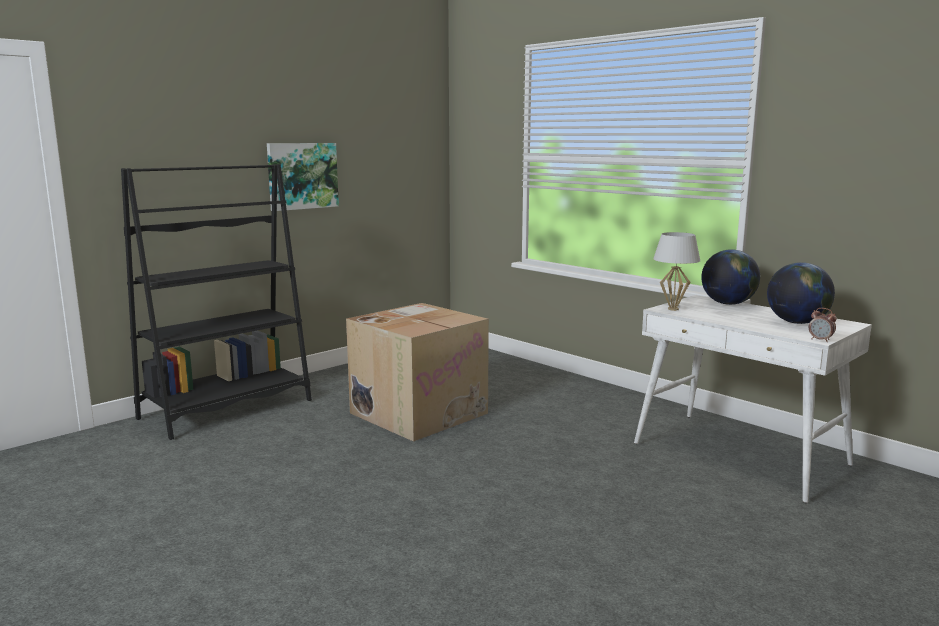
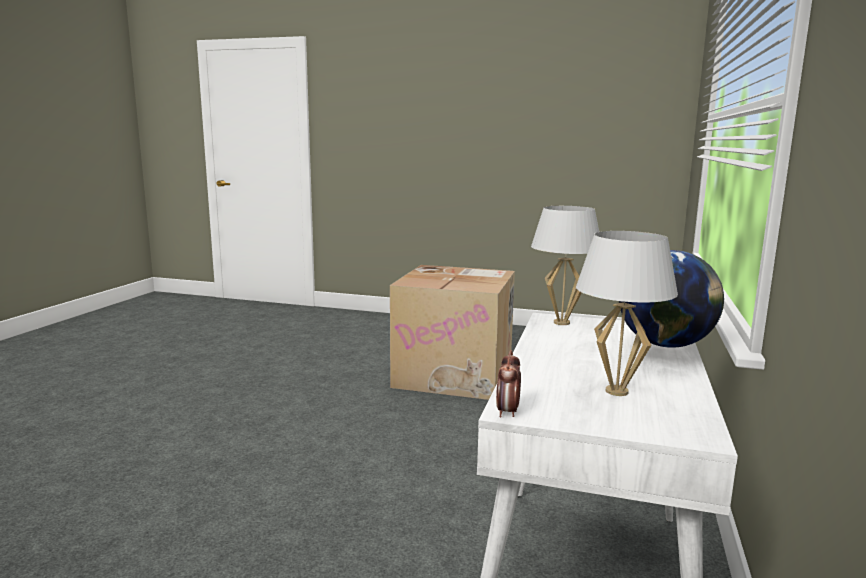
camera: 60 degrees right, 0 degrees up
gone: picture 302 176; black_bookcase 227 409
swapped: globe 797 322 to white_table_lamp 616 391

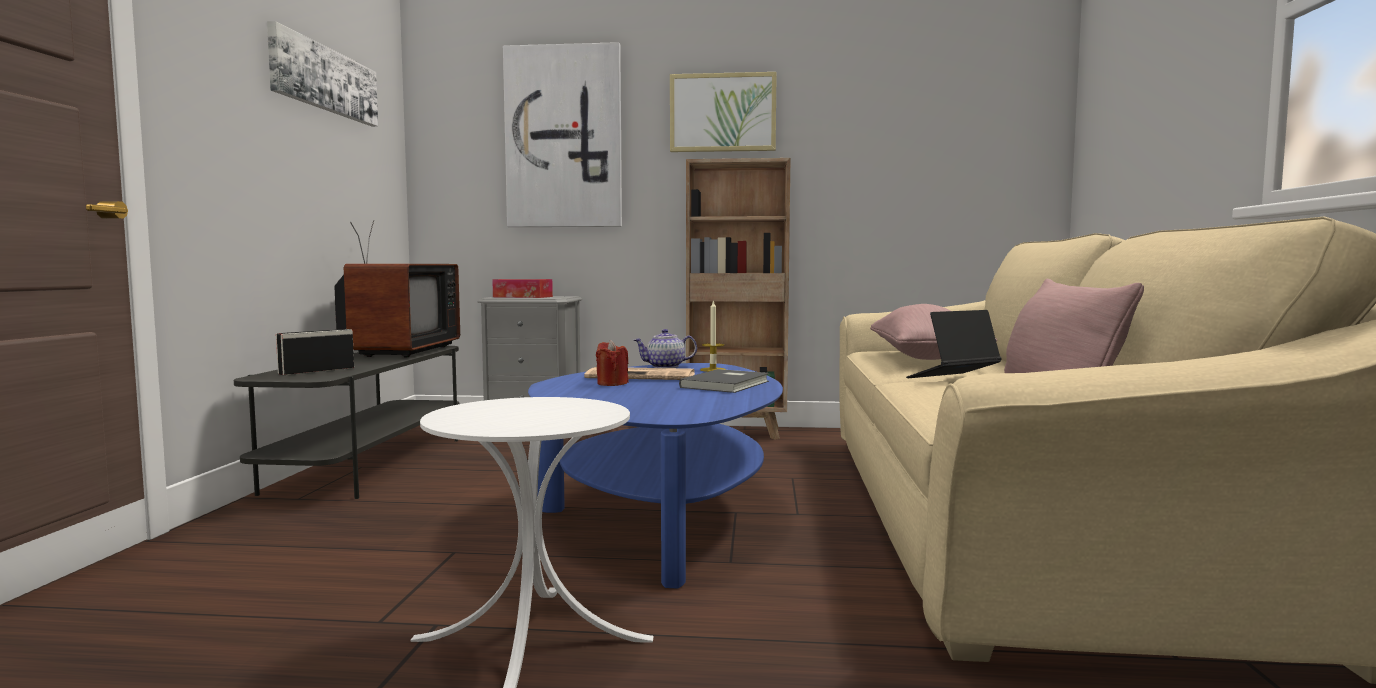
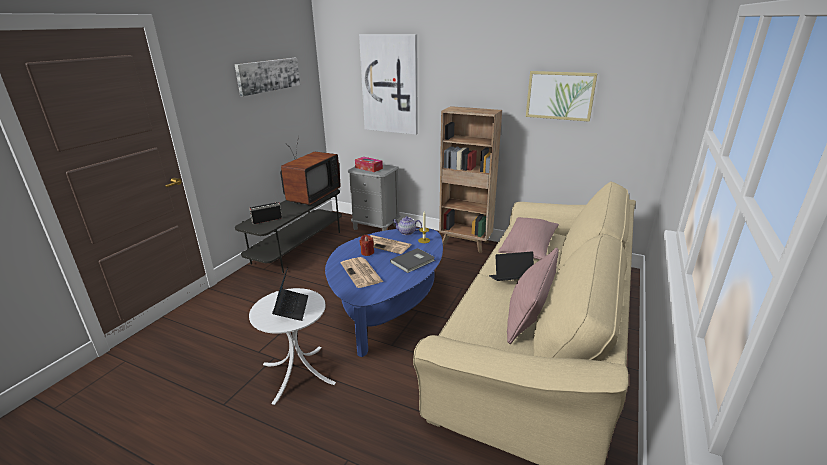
camera: 20 degrees right, 20 degrees up
new: newspaper 362 273; laptop 291 308
shifted: picture 722 113 to 560 95

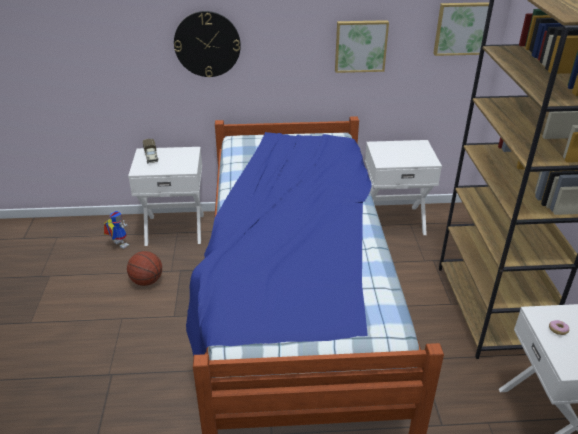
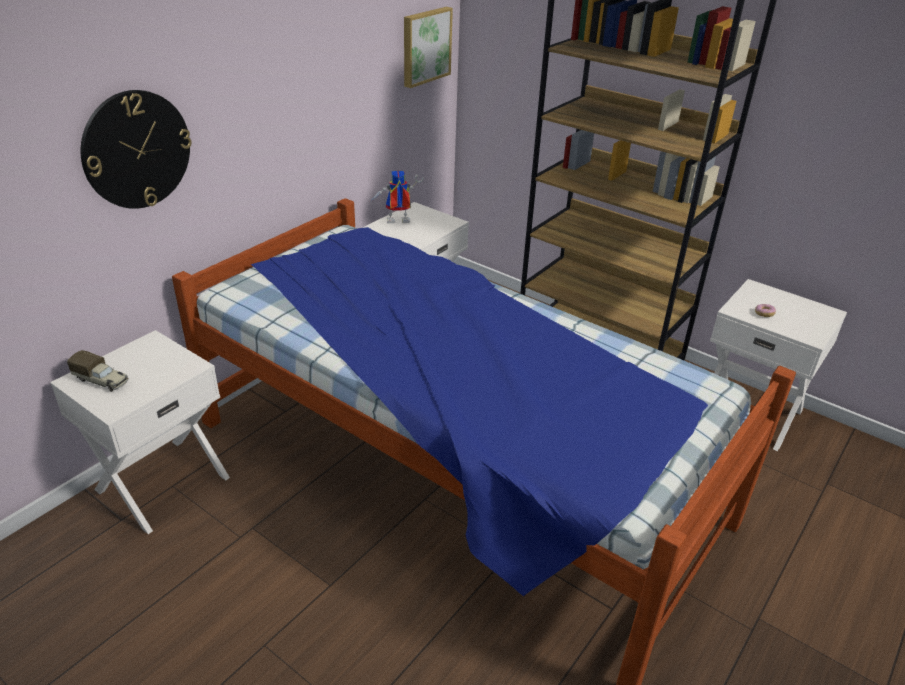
camera: 50 degrees left, 0 degrees up
gone: picture 360 46; basketball 147 281
shifted: toy_robot 118 244 to 396 223

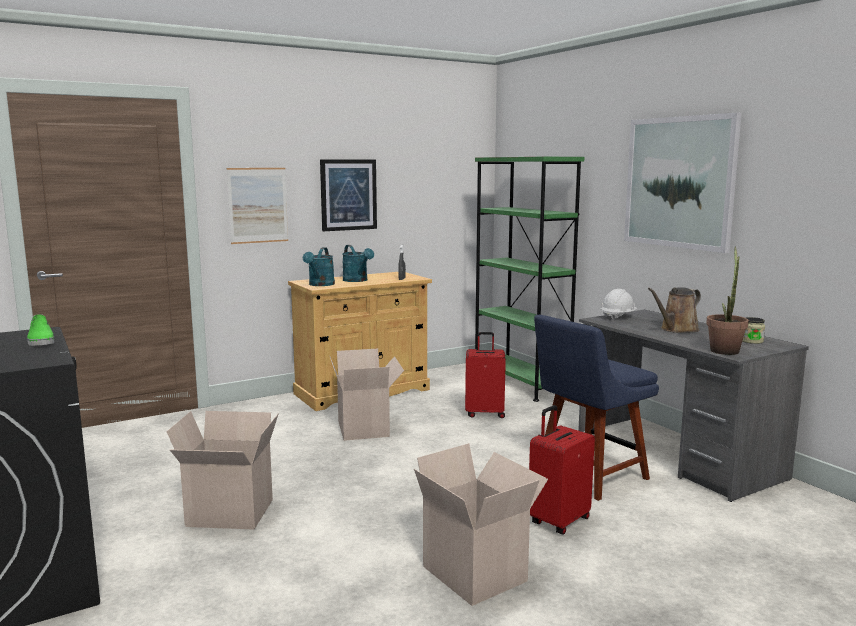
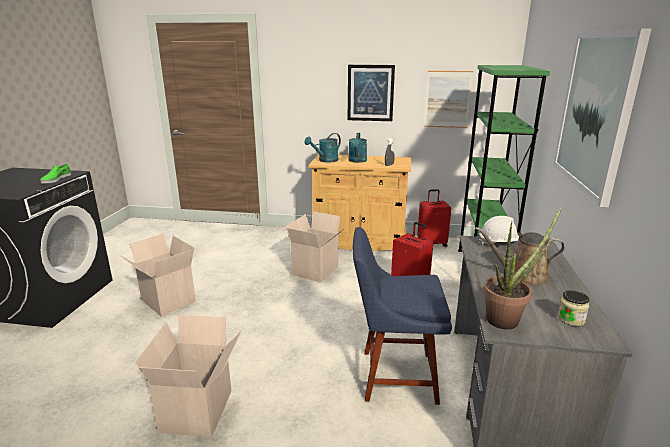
camera: 40 degrees right, 10 degrees up
shifted: picture 258 205 to 447 99; red_suitcase 558 521 to 432 244

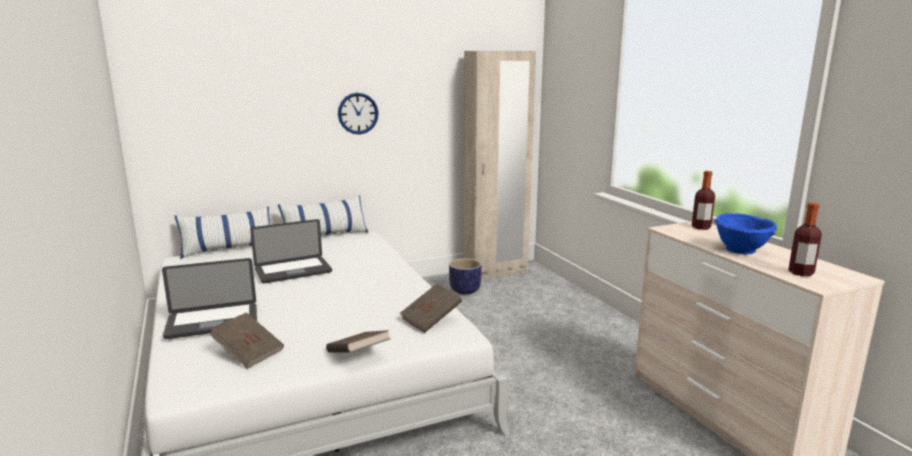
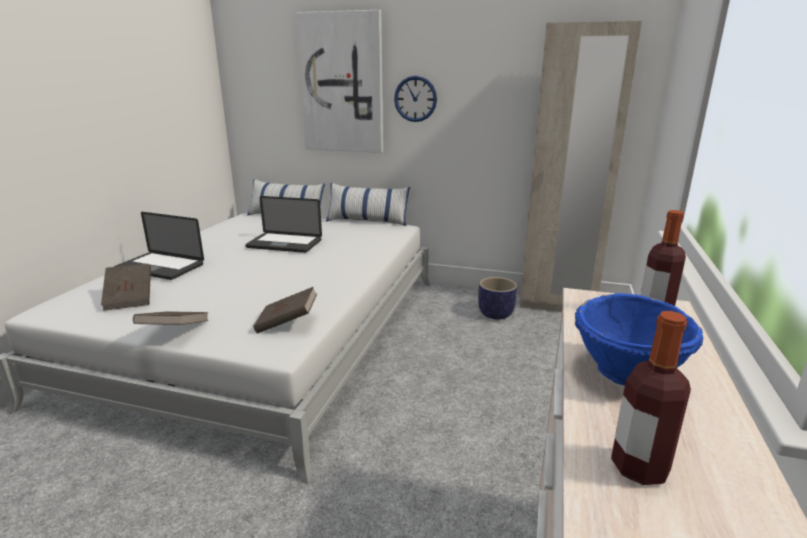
camera: 40 degrees right, 5 degrees up
new: picture 342 84

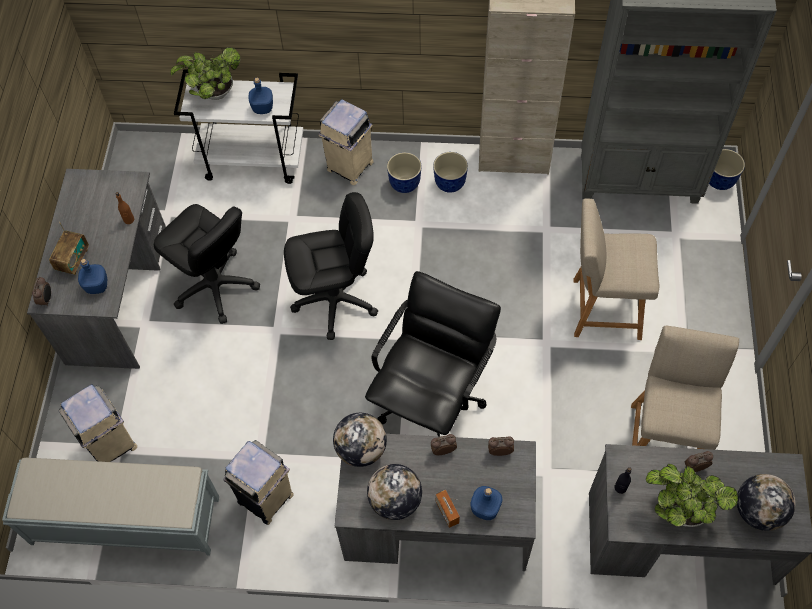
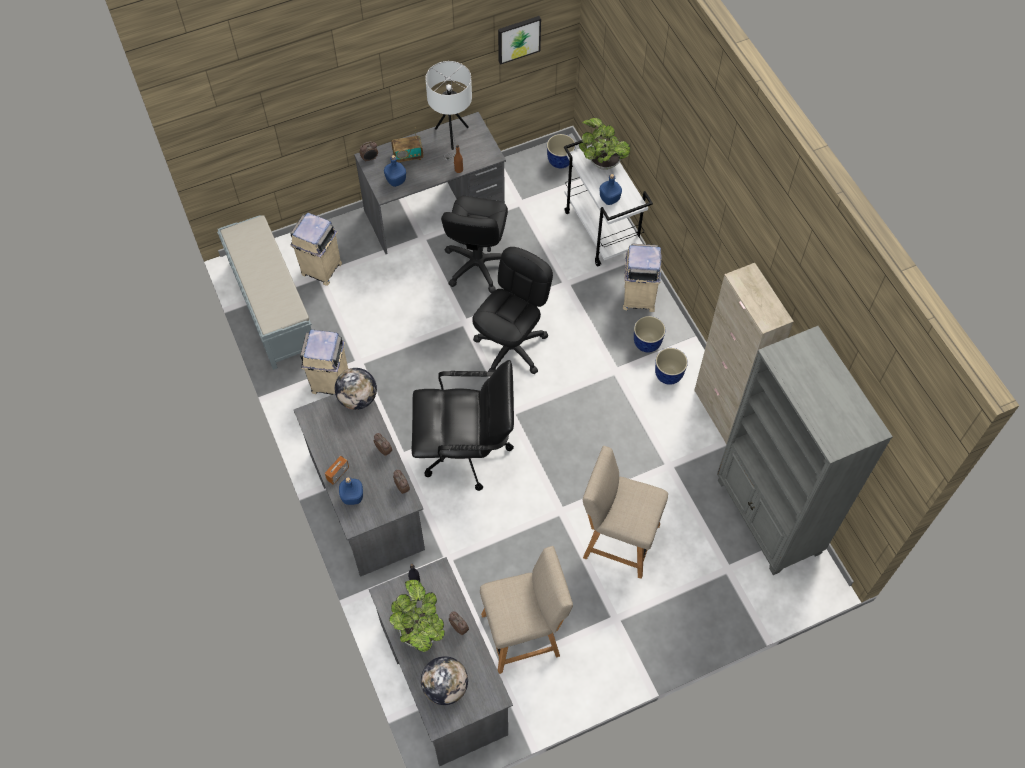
camera: 60 degrees right, 0 degrees up
gone: globe 395 501
new: picture 518 38; white_table_lamp 451 137
shifted: planter 720 180 to 560 161
rotated: black_office_chair 335 301 = 511 347 105 degrees counterclockwise; beige_chair 602 308 = 617 539 45 degrees counterclockwise

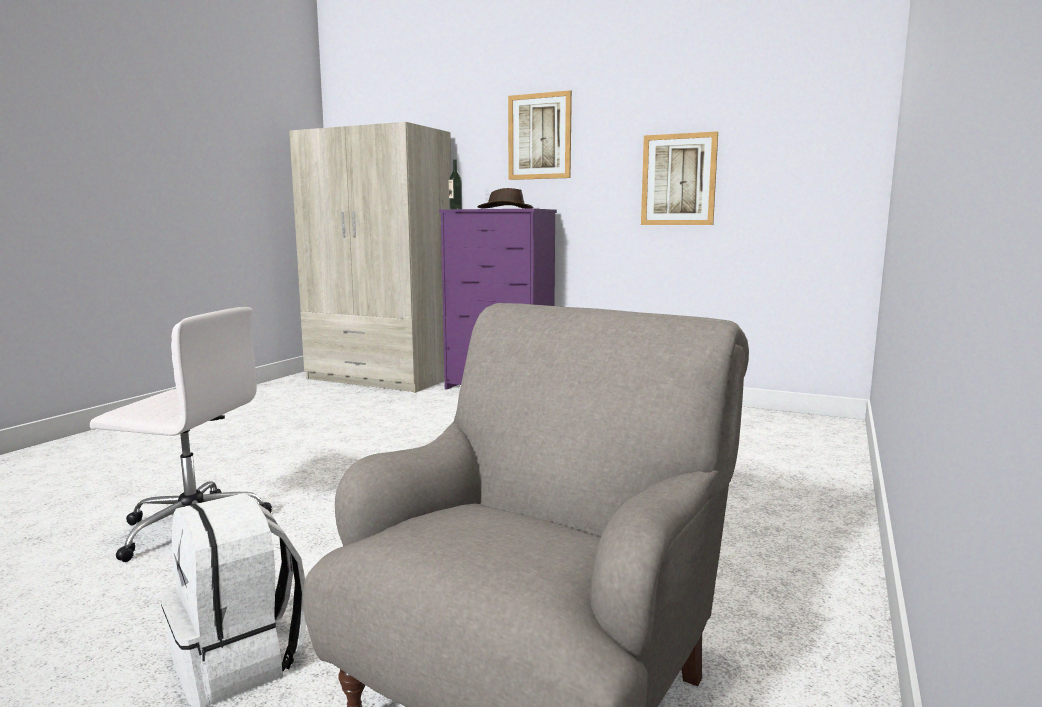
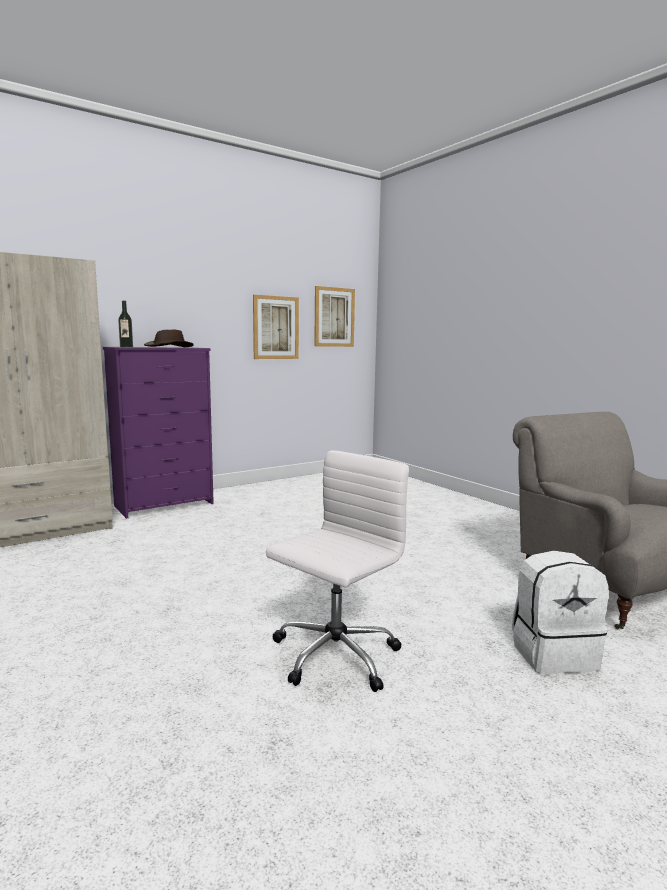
camera: 60 degrees left, 0 degrees up
shifted: picture 539 136 to 334 317

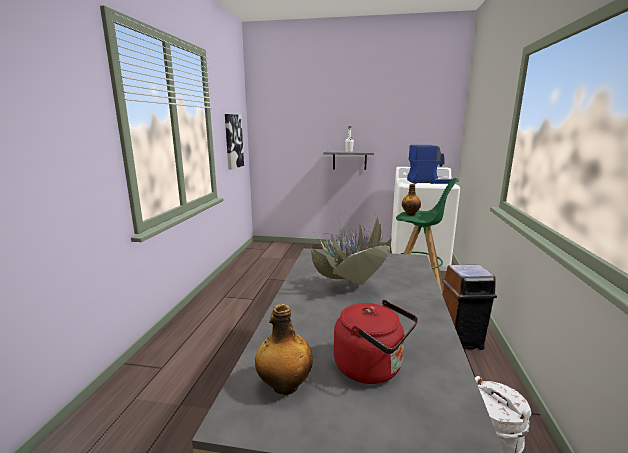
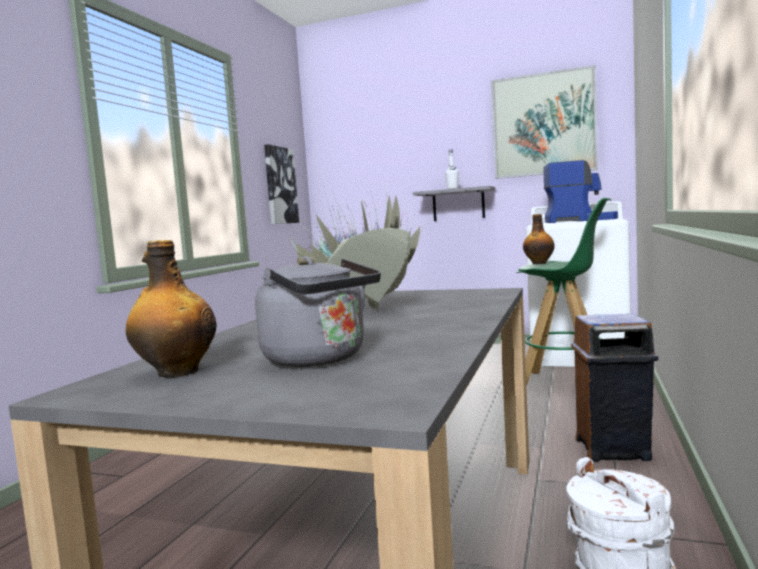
camera: 10 degrees right, 10 degrees down
new: picture 543 124
repainted: red_kettle 372 368 to grey_kettle 320 359

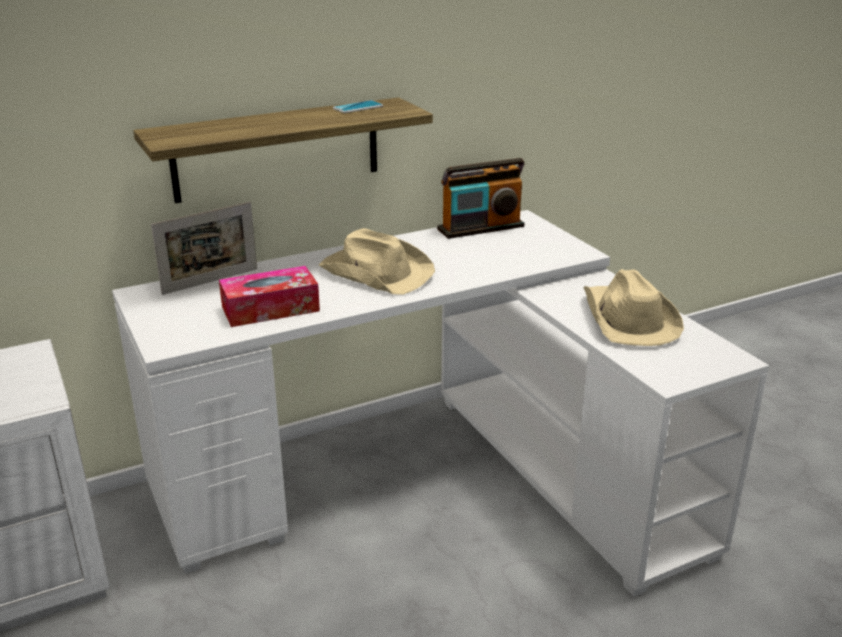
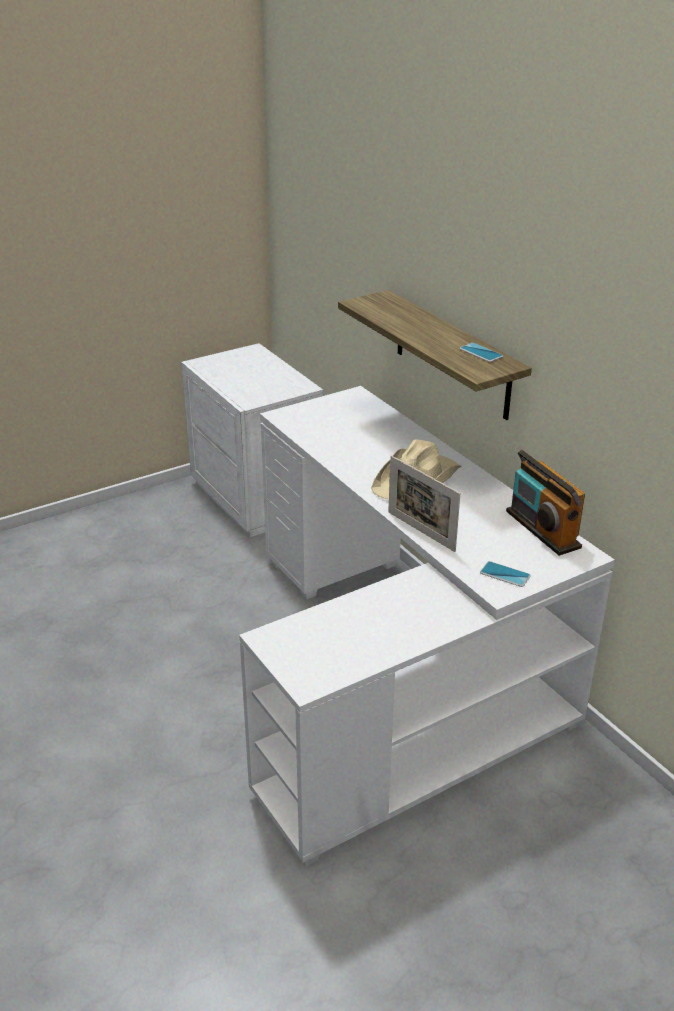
camera: 85 degrees right, 5 degrees up
gone: tissue_box 270 309; beige_hat 628 319
new: phone 505 574
shifted: picture_frame 210 281 to 421 531

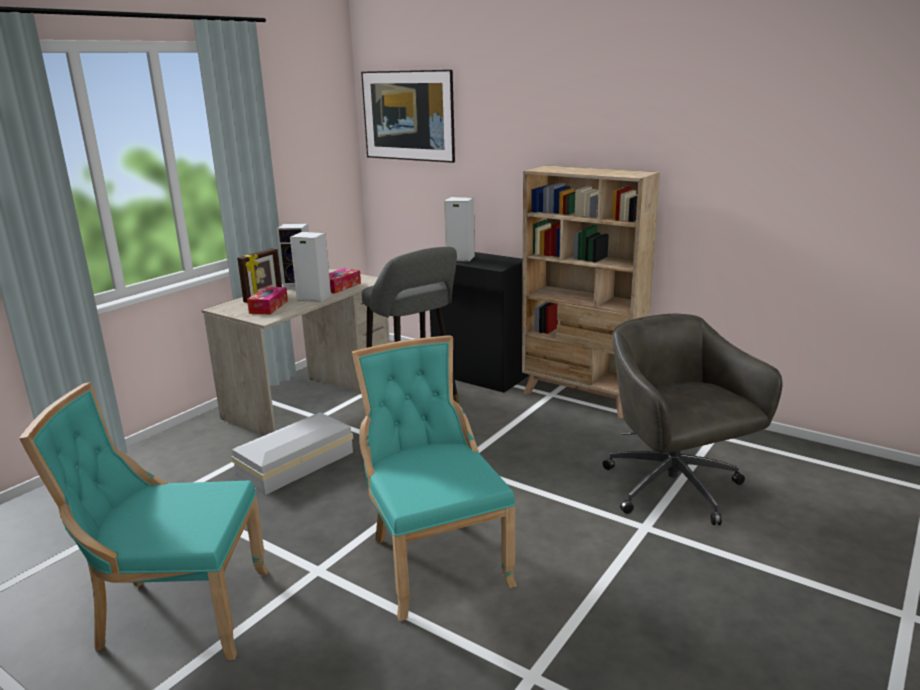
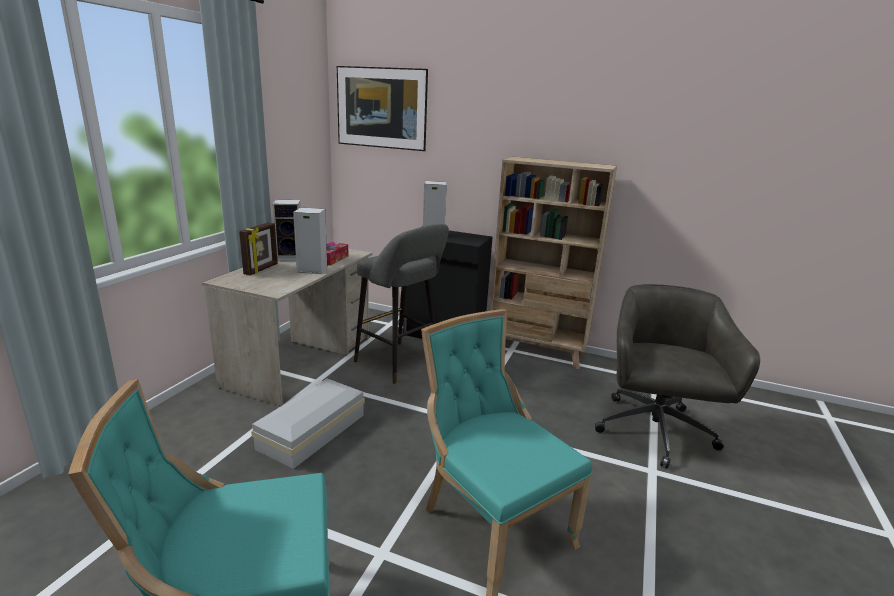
camera: 15 degrees left, 0 degrees up
gone: tissue_box 268 307
rotated: grey_office_chair 674 490 = 654 432 45 degrees clockwise

